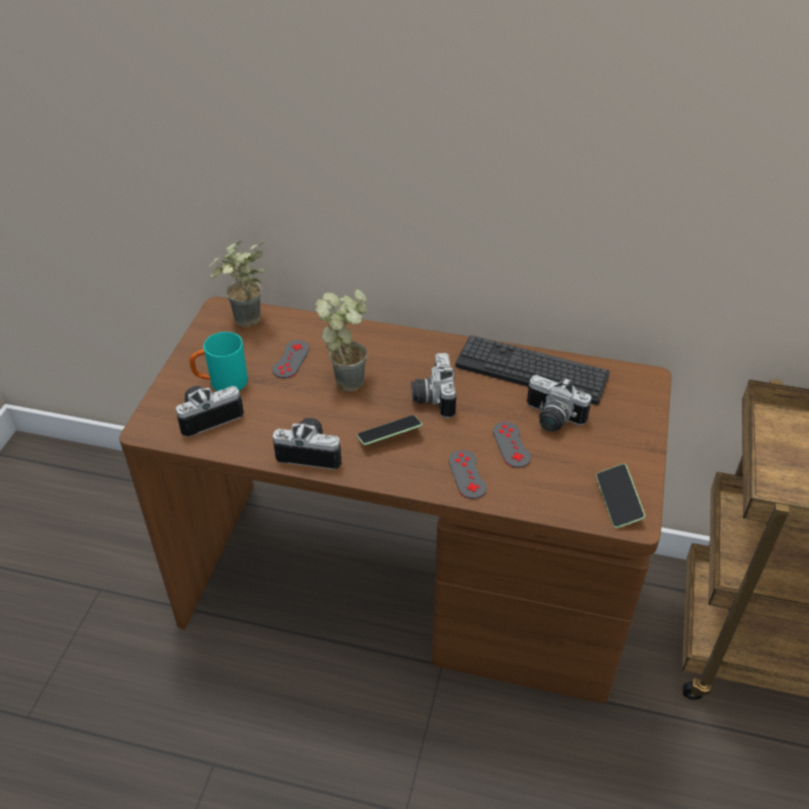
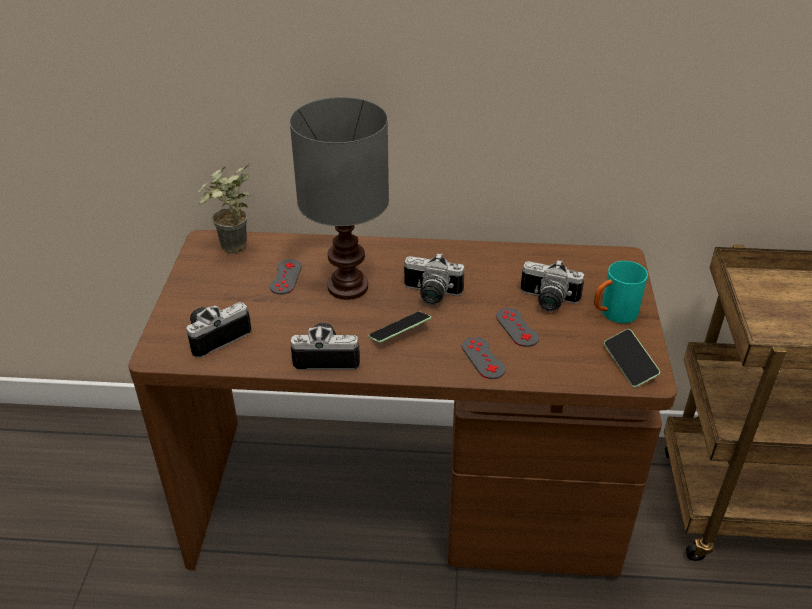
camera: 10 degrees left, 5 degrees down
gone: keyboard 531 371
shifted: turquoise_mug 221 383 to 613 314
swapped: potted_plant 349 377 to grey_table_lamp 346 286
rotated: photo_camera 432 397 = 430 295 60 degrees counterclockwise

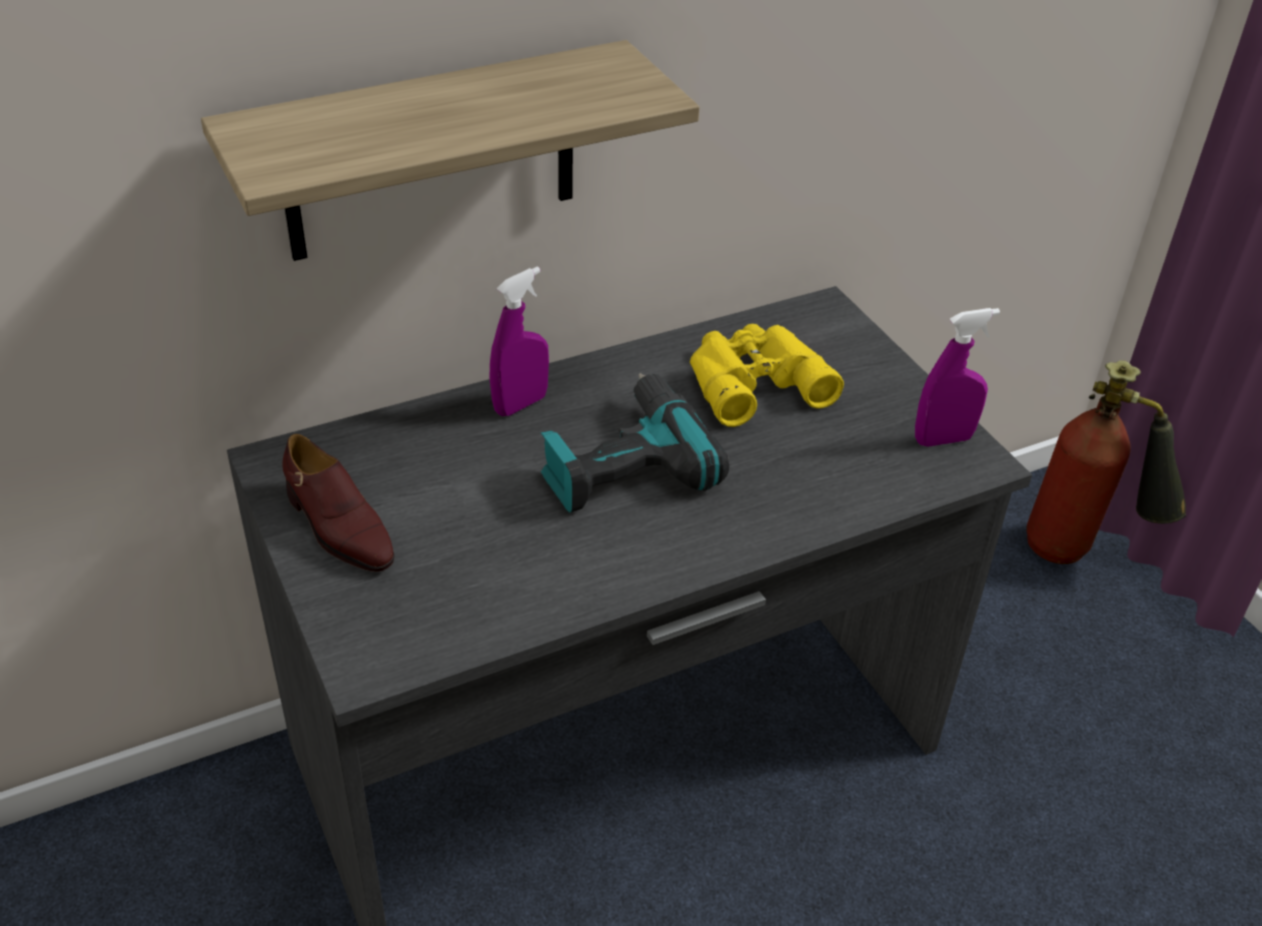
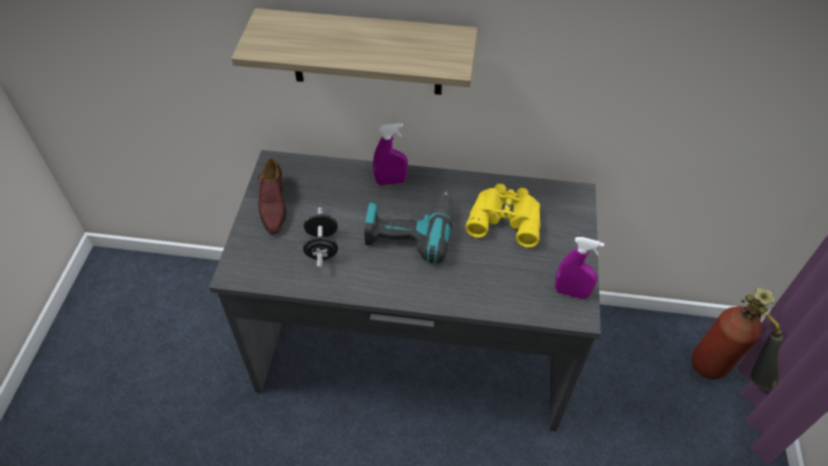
camera: 35 degrees right, 10 degrees up
new: black_dumbbell 322 247

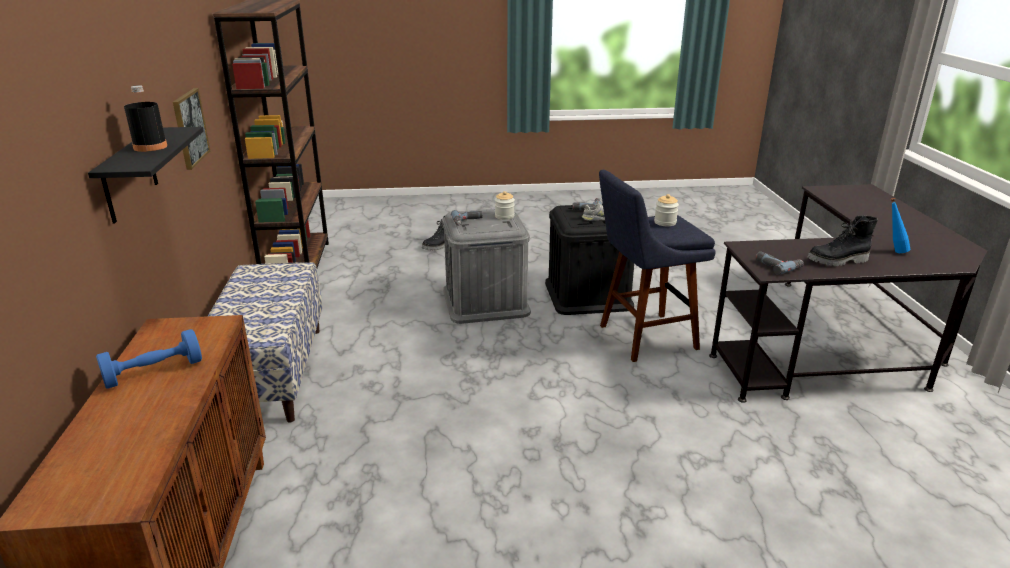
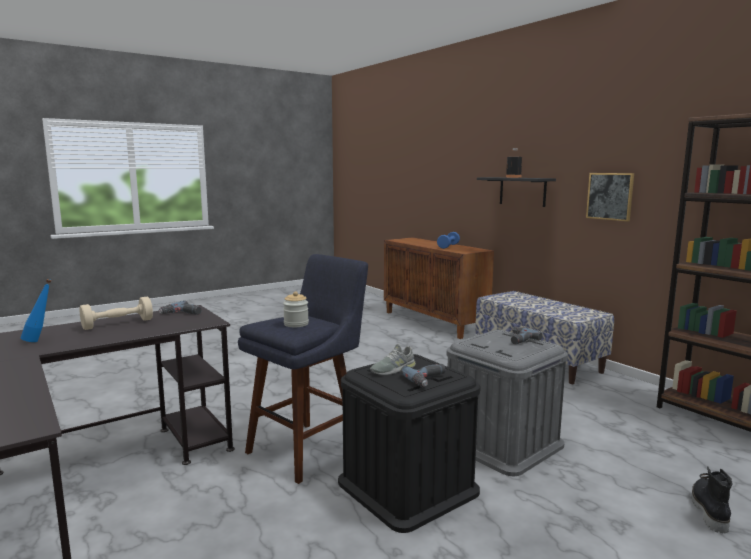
camera: 150 degrees right, 15 degrees down
gone: jar 504 216
swapped: black_boot 838 261 to beige_dumbbell 118 324

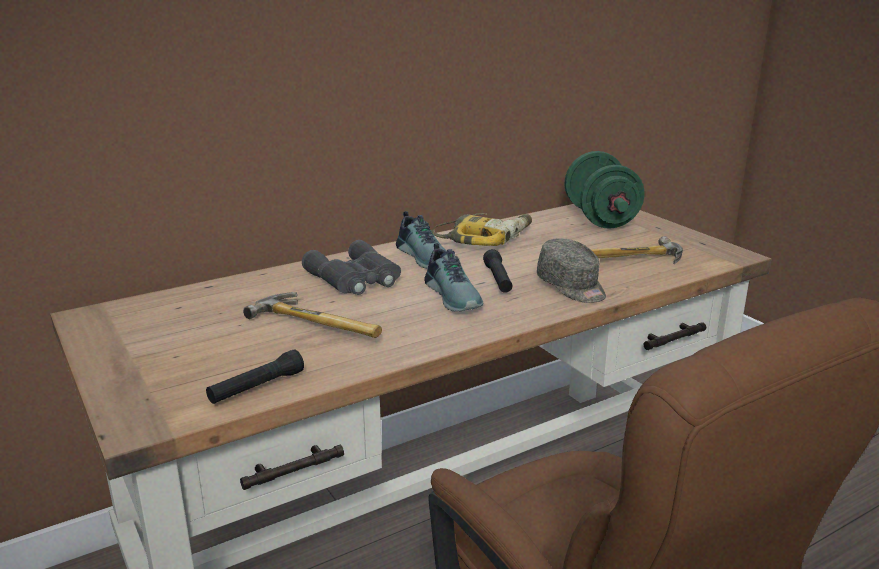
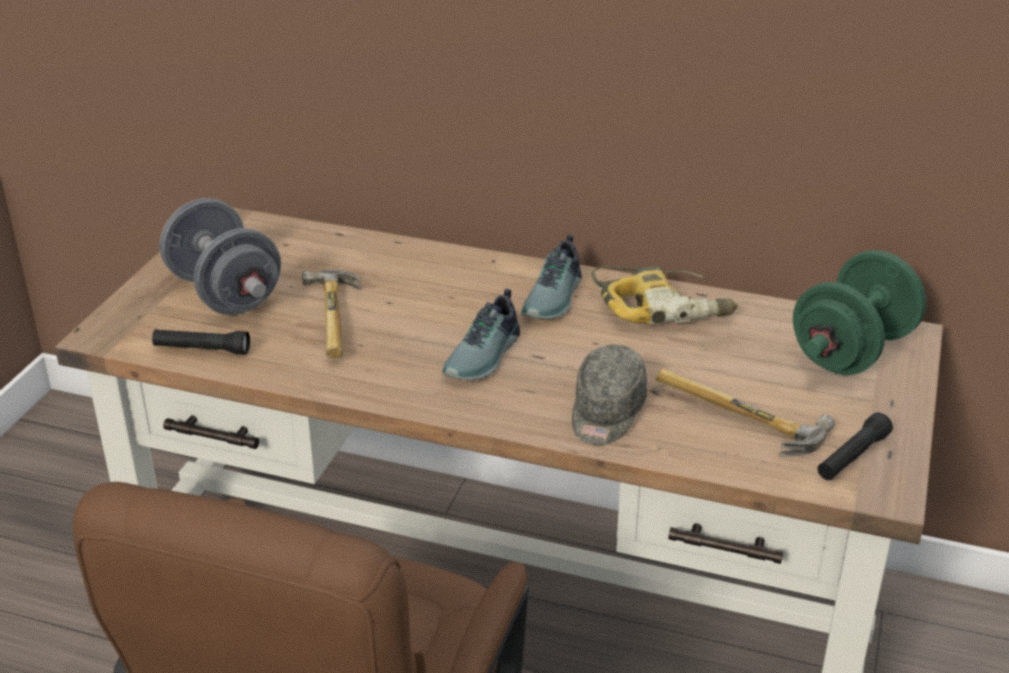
camera: 50 degrees right, 10 degrees up
gone: grey_binoculars 355 279
new: grey_dumbbell 225 294
shifted: black_flashlight 498 279 to 852 457

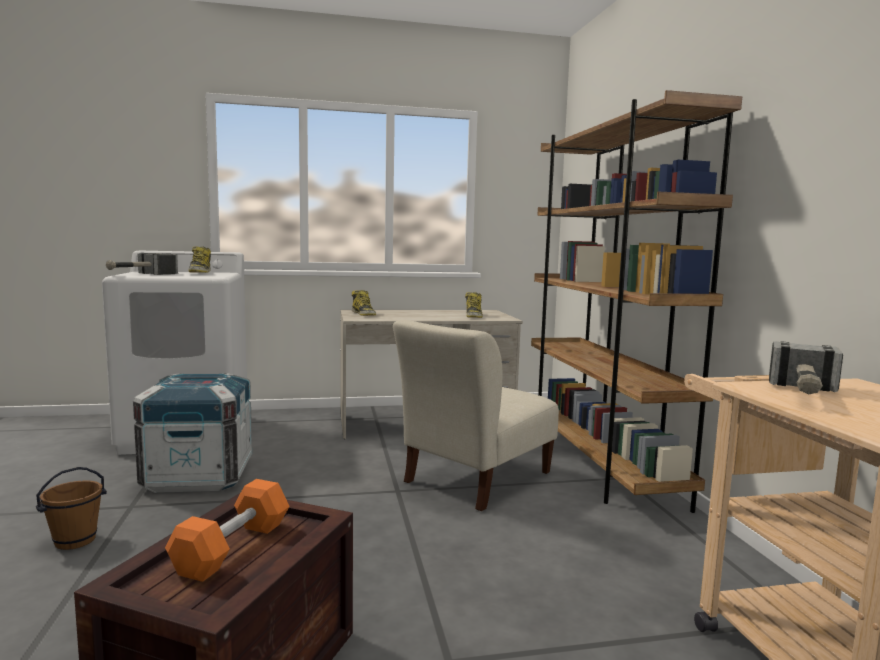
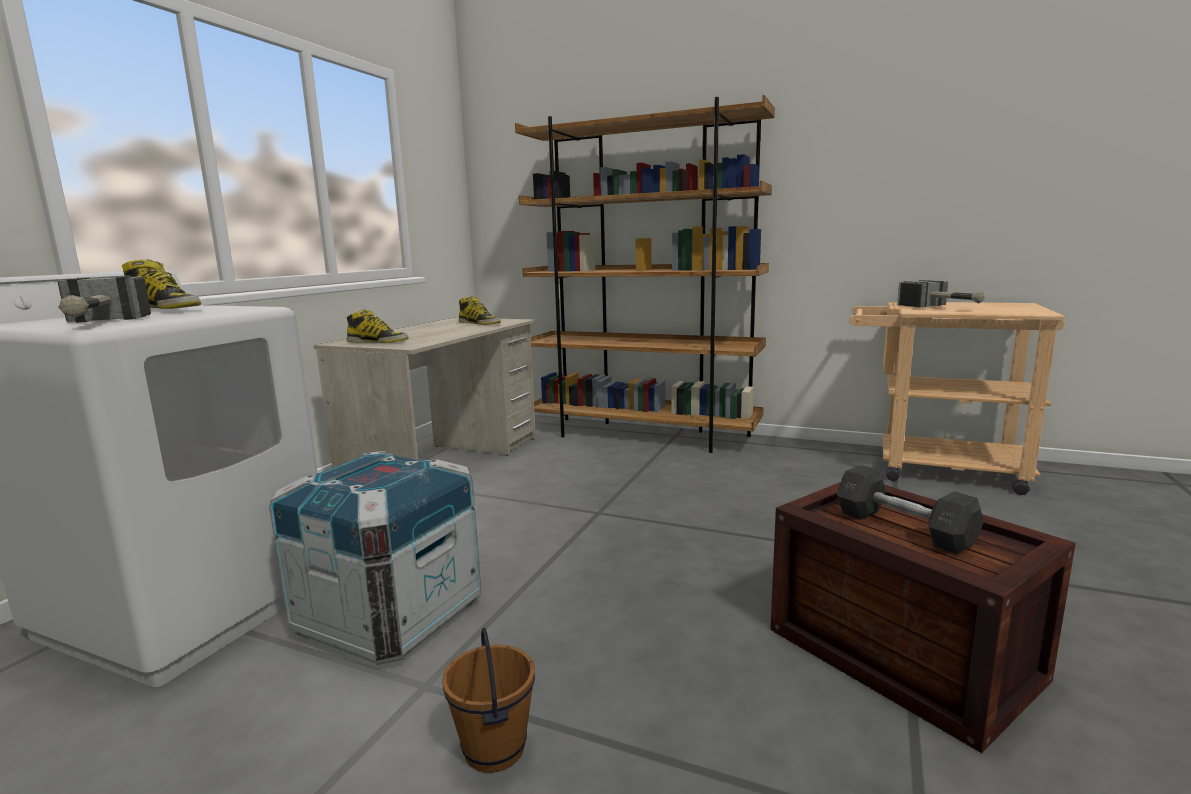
camera: 55 degrees left, 5 degrees up
gone: beige_chair 474 479
repainted: orange_dumbbell 232 548 to grey_dumbbell 903 528

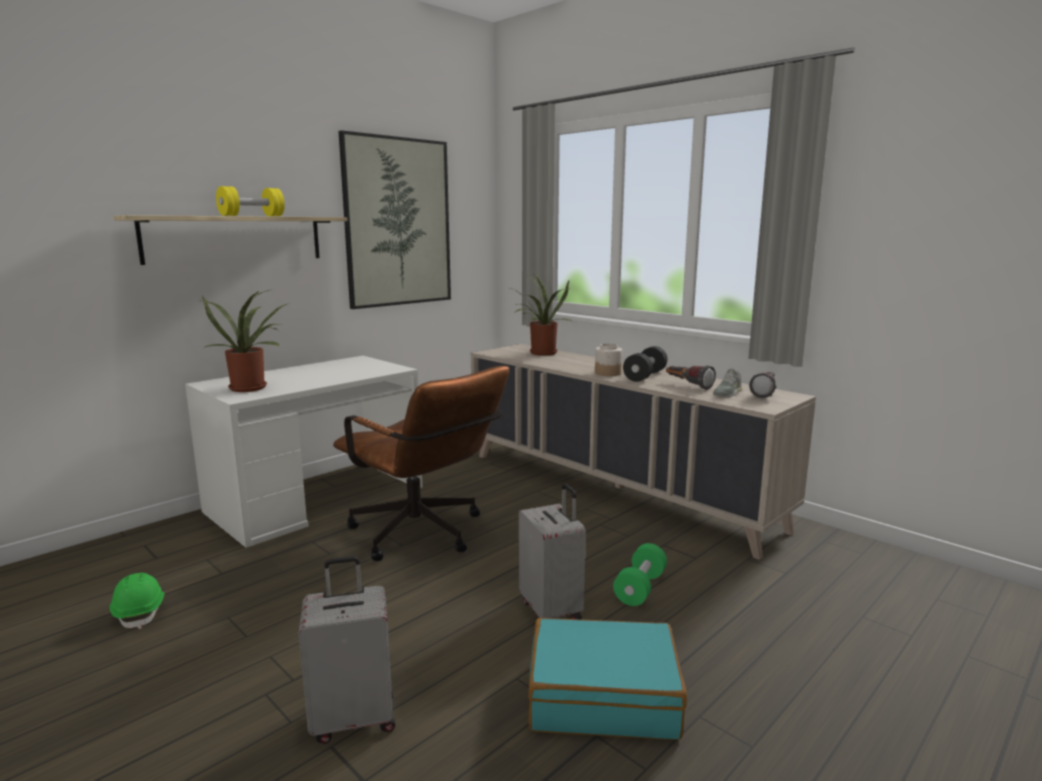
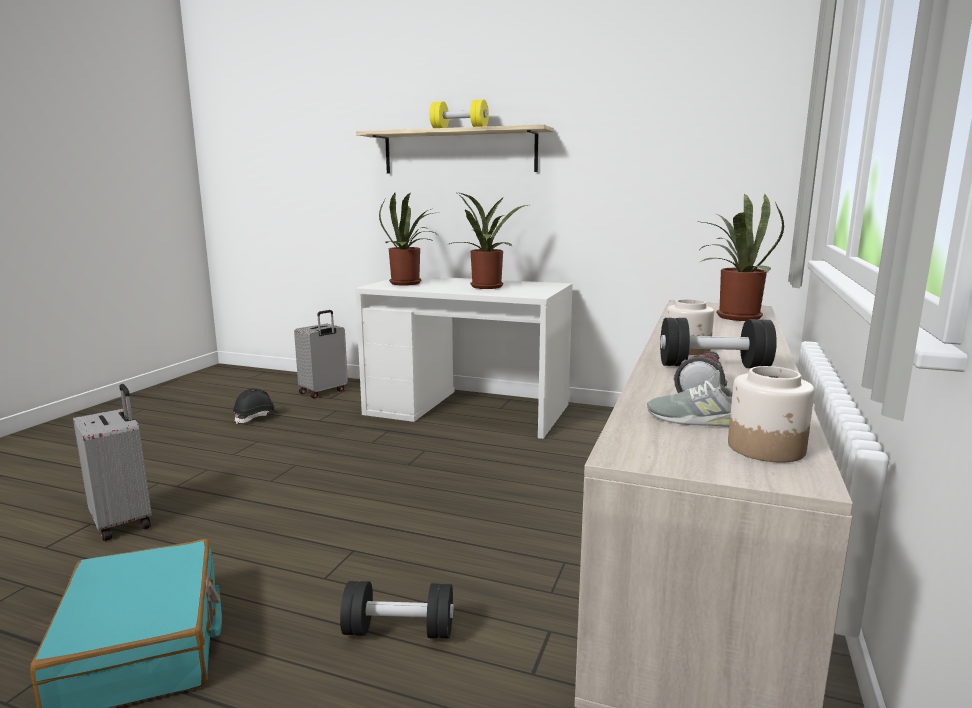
camera: 65 degrees right, 0 degrees up
gone: picture 398 222; brown_office_chair 424 536
new: potted_plant 488 287
shifted: grey_suitcase 552 611 to 323 392
swapped: flashlight 765 393 to jar 767 448
repainted: green_dumbbell 640 588 to black_dumbbell 399 631; green_hard_hat 140 612 to black_hard_hat 257 417

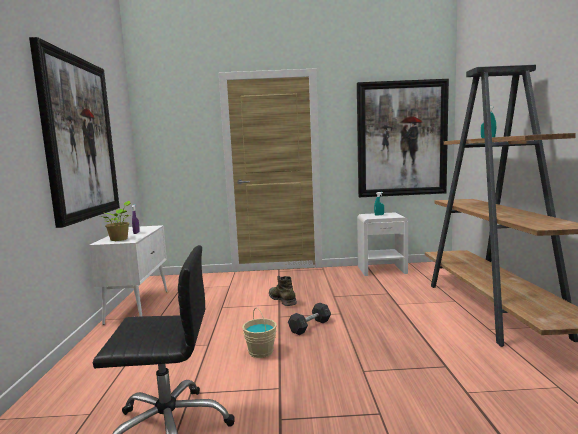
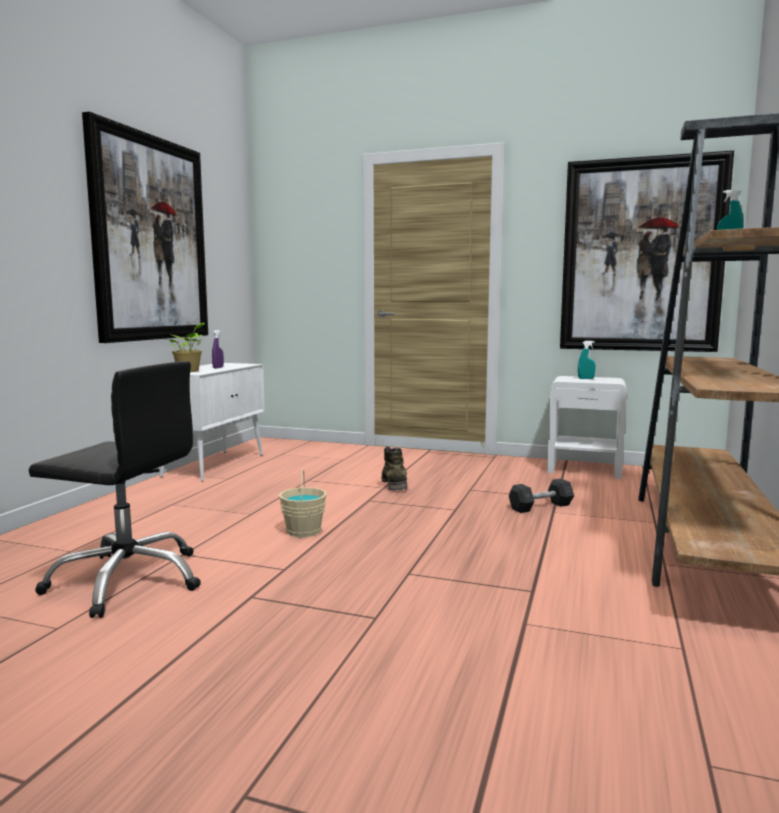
camera: 20 degrees right, 0 degrees up
shifted: grey_dumbbell 310 326 to 540 507

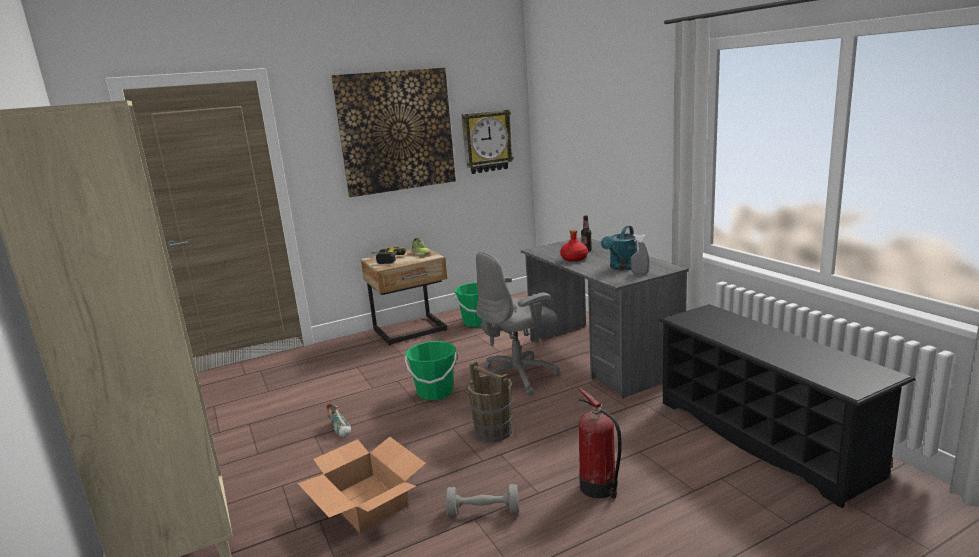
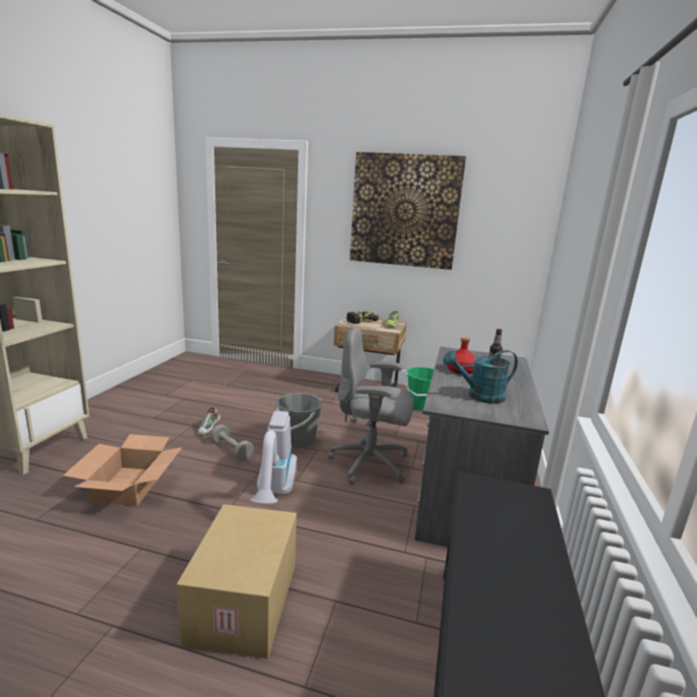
camera: 40 degrees right, 0 degrees up
gone: wall_clock 486 141; grey_spray_bottle 639 273
shifted: grey_dumbbell 483 511 to 231 450
swapped: brown_bucket 493 431 to vacuum_cleaner 274 493; fire_extinguisher 599 488 to cardboard_box 245 603
repainted: green_bucket 435 392 to grey_bucket 298 440

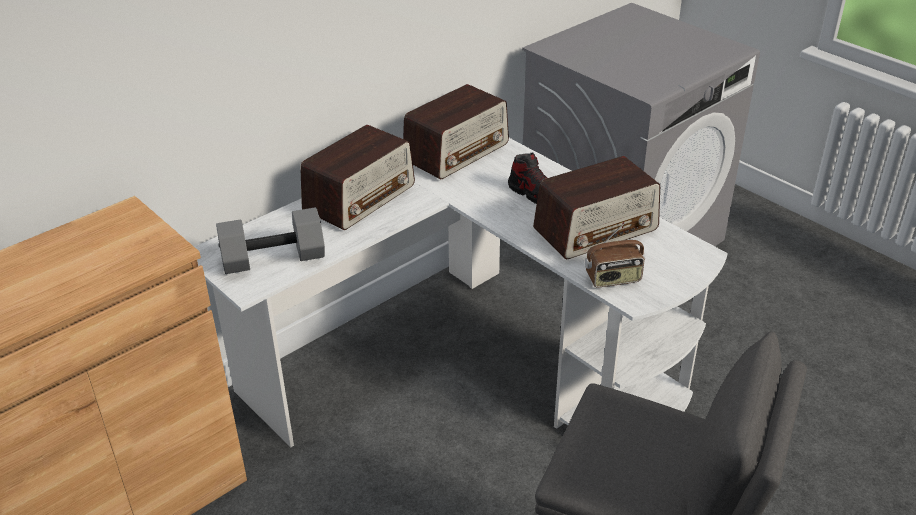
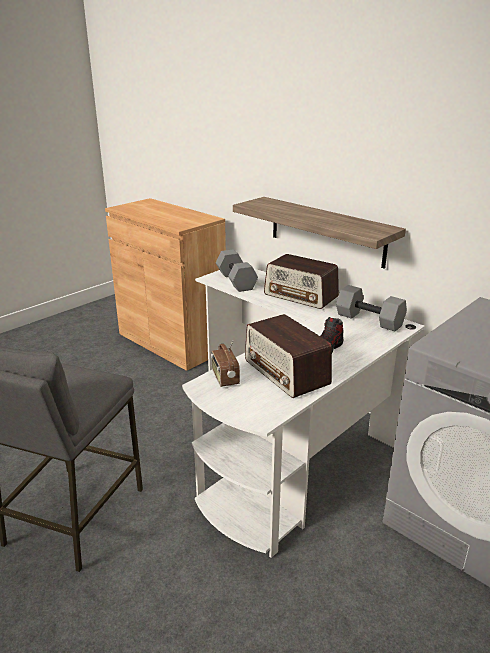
camera: 85 degrees right, 10 degrees down
new: shelf 326 231
swapped: radio 456 152 to grey_dumbbell 370 320

